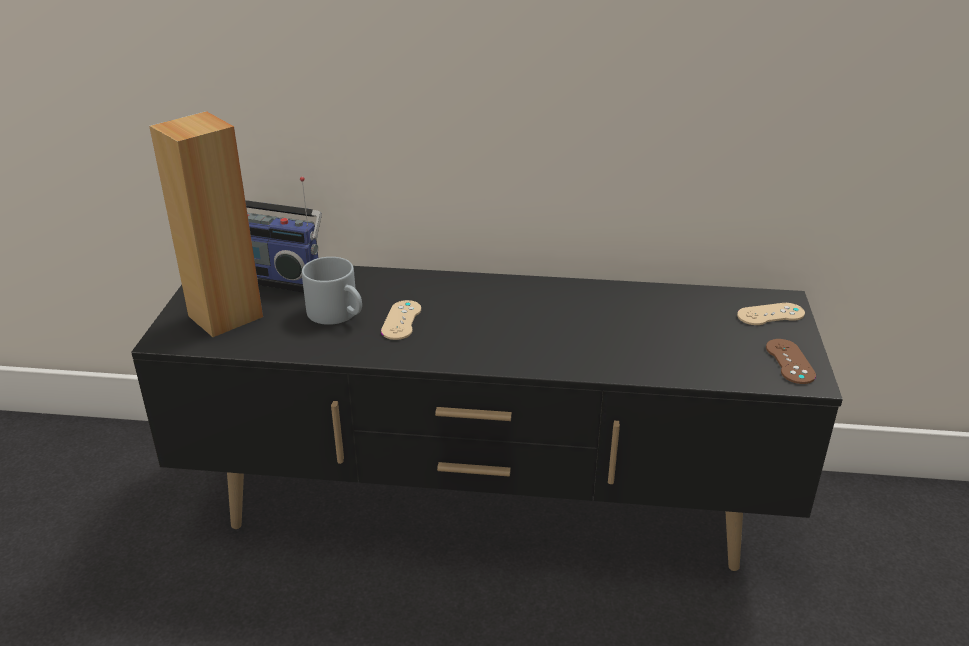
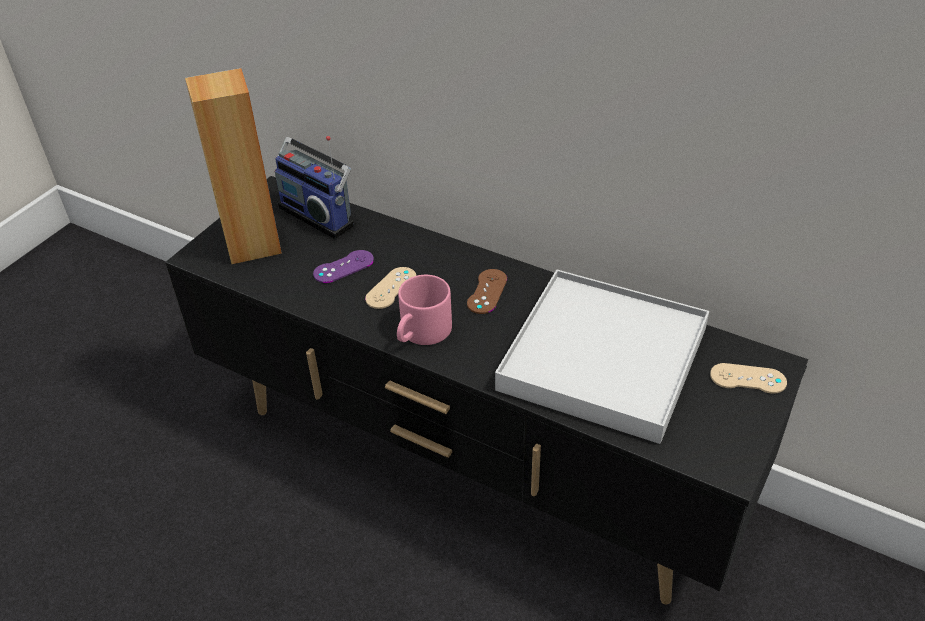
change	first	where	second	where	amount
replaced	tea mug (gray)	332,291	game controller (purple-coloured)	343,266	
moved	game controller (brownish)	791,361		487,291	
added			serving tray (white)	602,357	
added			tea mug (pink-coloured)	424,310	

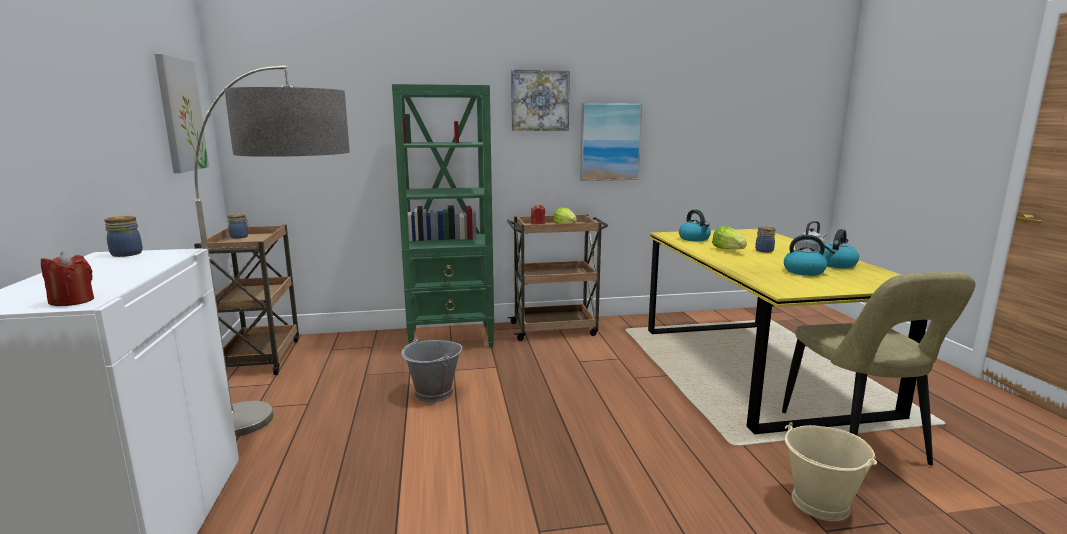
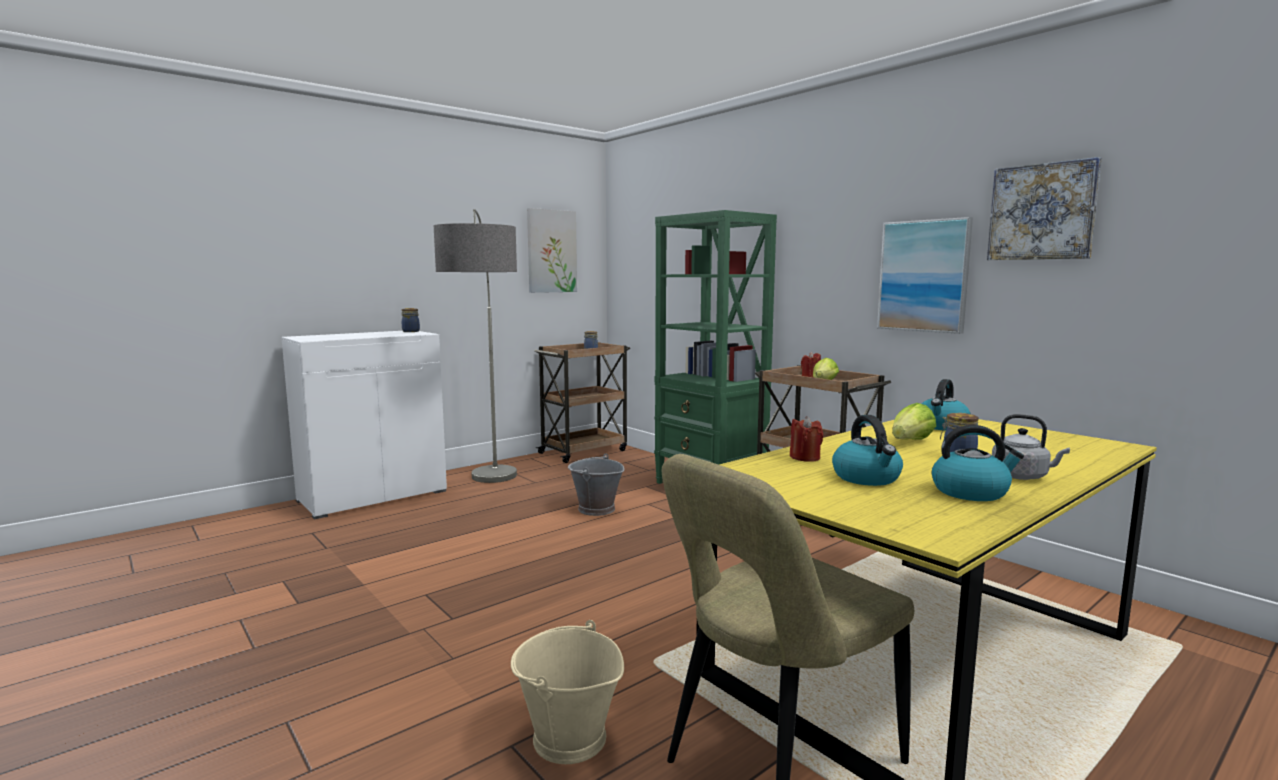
change	first	where	second	where	amount
moved	wall art	540,100		1044,208	
moved	wax light (red)	67,279		806,439	

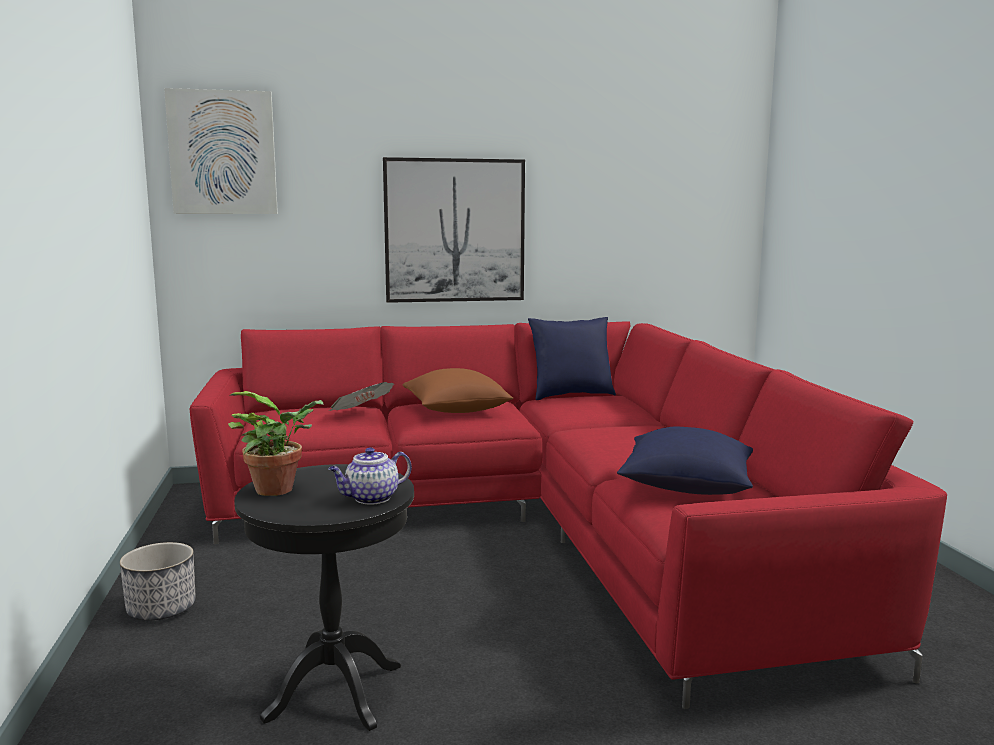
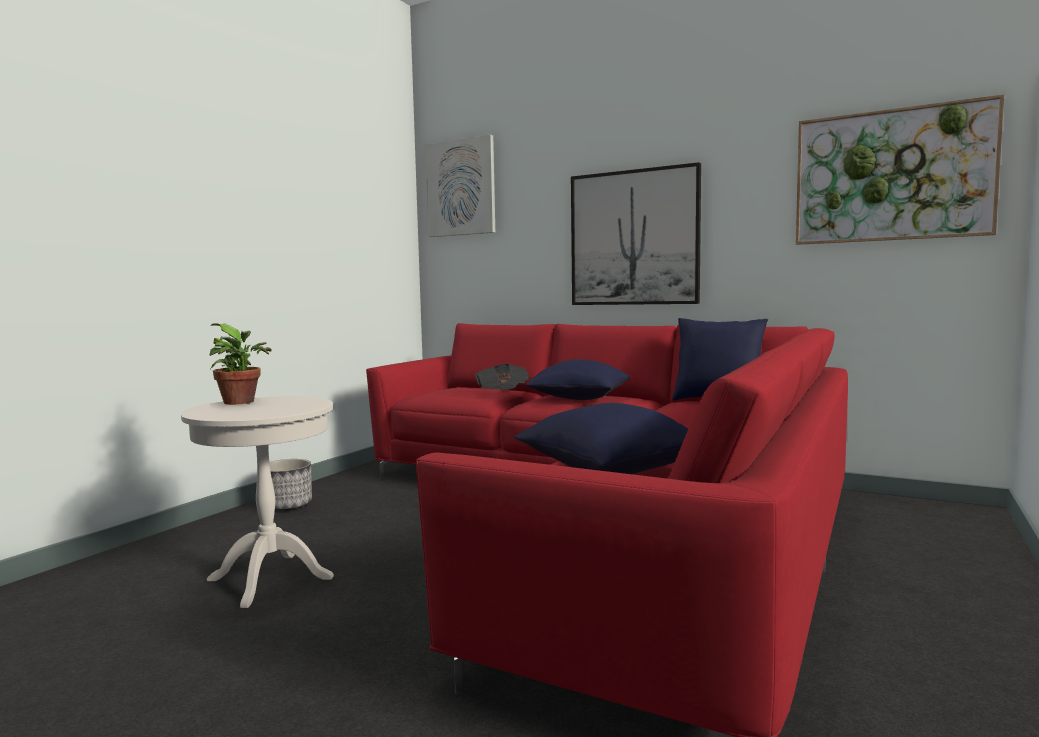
change	first	where	second	where	amount
recoloured	throw pillow (brownish)	457,390	throw pillow (blue)	578,379	
removed	teapot	370,476			
recoloured	accent table (blackish)	324,597	accent table (white)	257,502	
added			wall art	900,170	

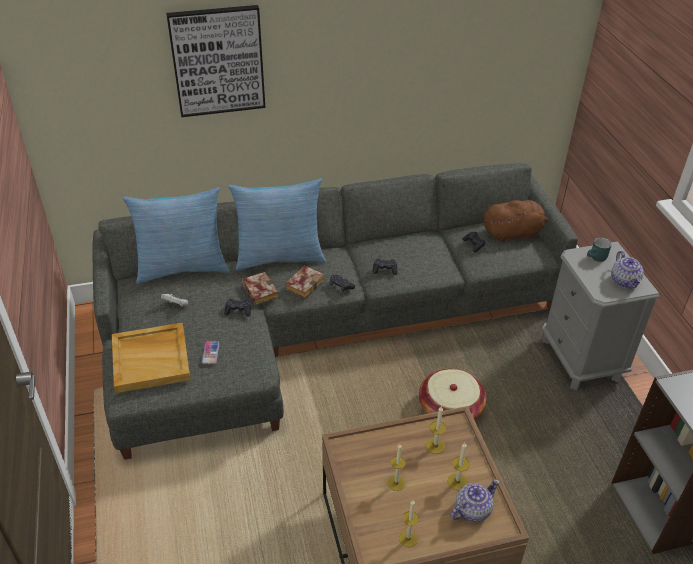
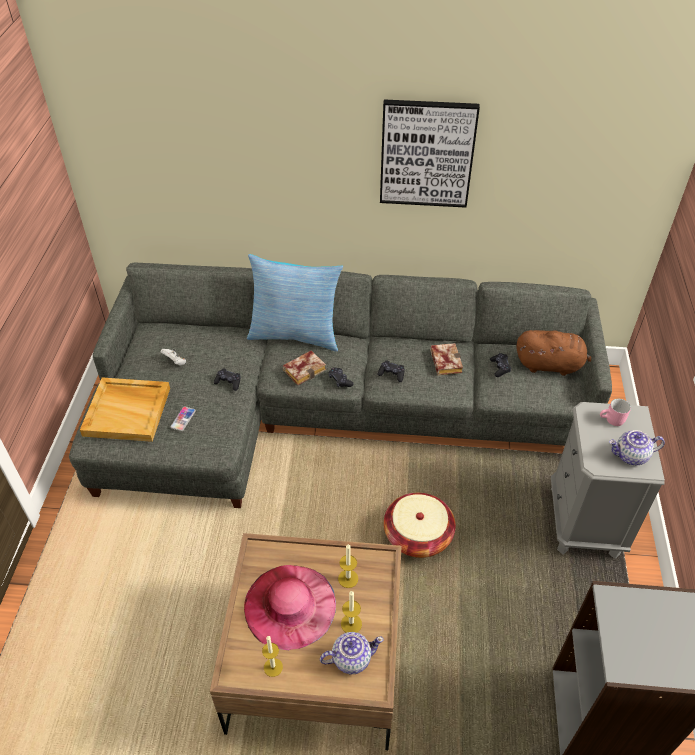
change	first	where	second	where	amount
moved	wall art	215,61		430,153	
removed	throw pillow	176,235			
recoloured	tea mug (turquoise-coloured)	599,249	tea mug (pink-coloured)	615,412	
turned	teapot	627,270		637,447	75 degrees clockwise
moved	book	260,288		446,359	
replaced	wax light	397,467	clothing hat (pink-coloured)	290,608	

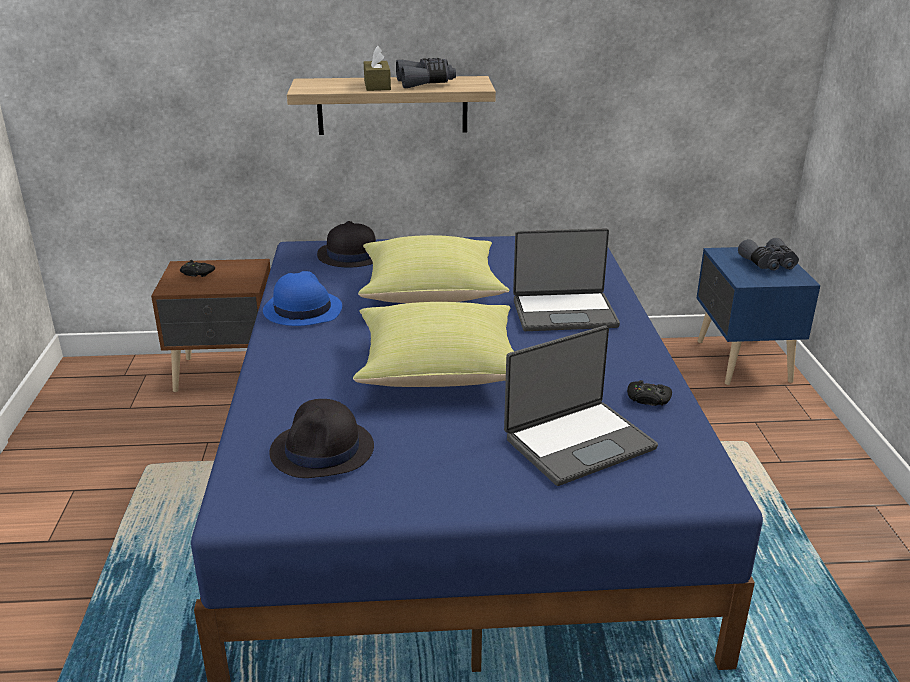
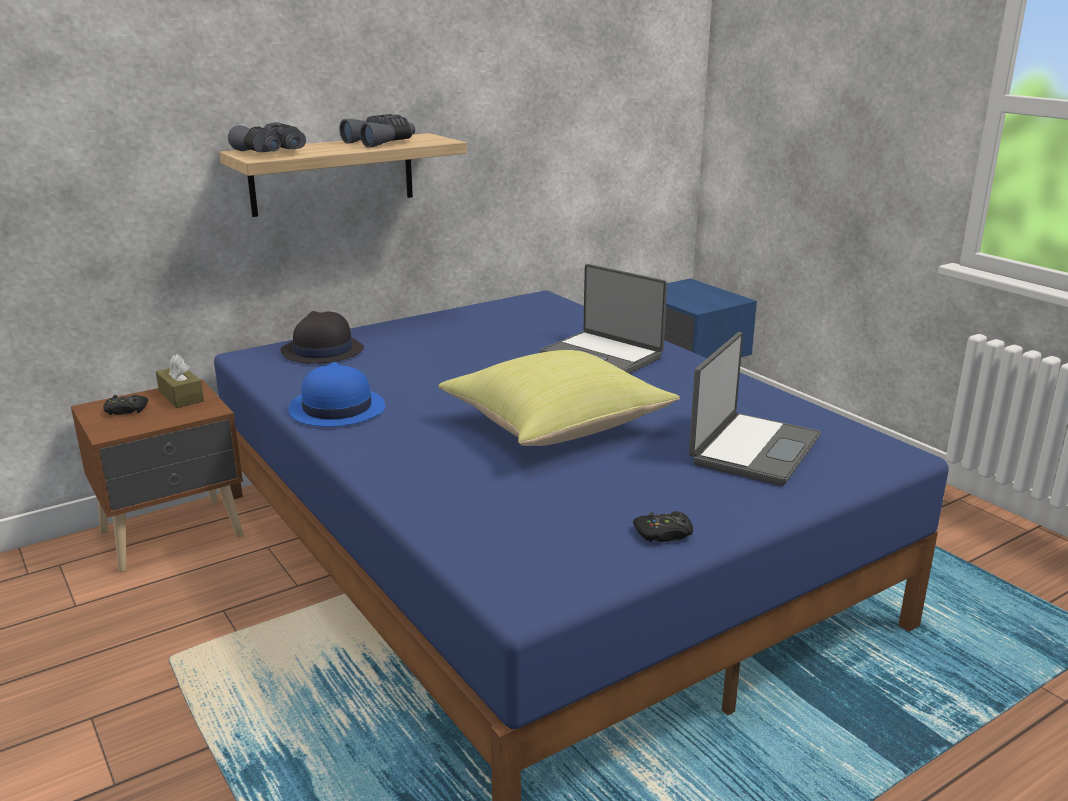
change	first	where	second	where	amount
moved	tissue box (brownish)	377,68		180,381	
turned	notebook computer	566,279		603,319	75 degrees clockwise
removed	throw pillow (yellow-coloured)	433,269			
moved	pair of binoculars (gray)	768,254		267,137	
moved	game controller (blackish)	649,393		663,526	
removed	clothing hat (blackish)	321,438			

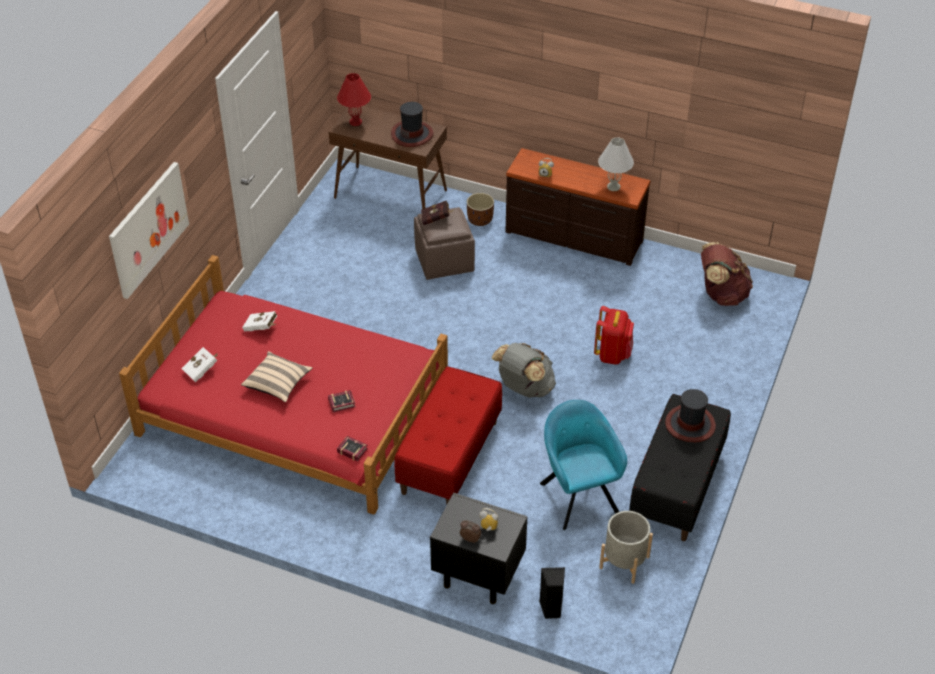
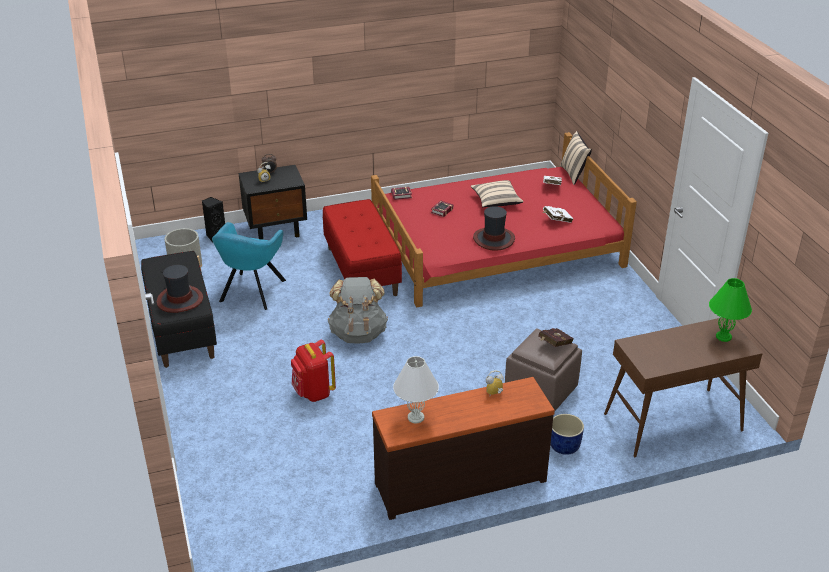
change	first	where	second	where	amount
recoloured	lamp for a table (red)	354,99	lamp for a table (green)	730,310	
moved	clothing hat	412,124		494,228	
removed	wall art	149,230			
recoloured	flower pot (brownish)	480,209	flower pot (blue)	567,434	
removed	backpack (brownish)	727,274			
turned	armchair (turquoise-coloured)	583,465		249,266	75 degrees clockwise
added			throw pillow (beige)	576,158	

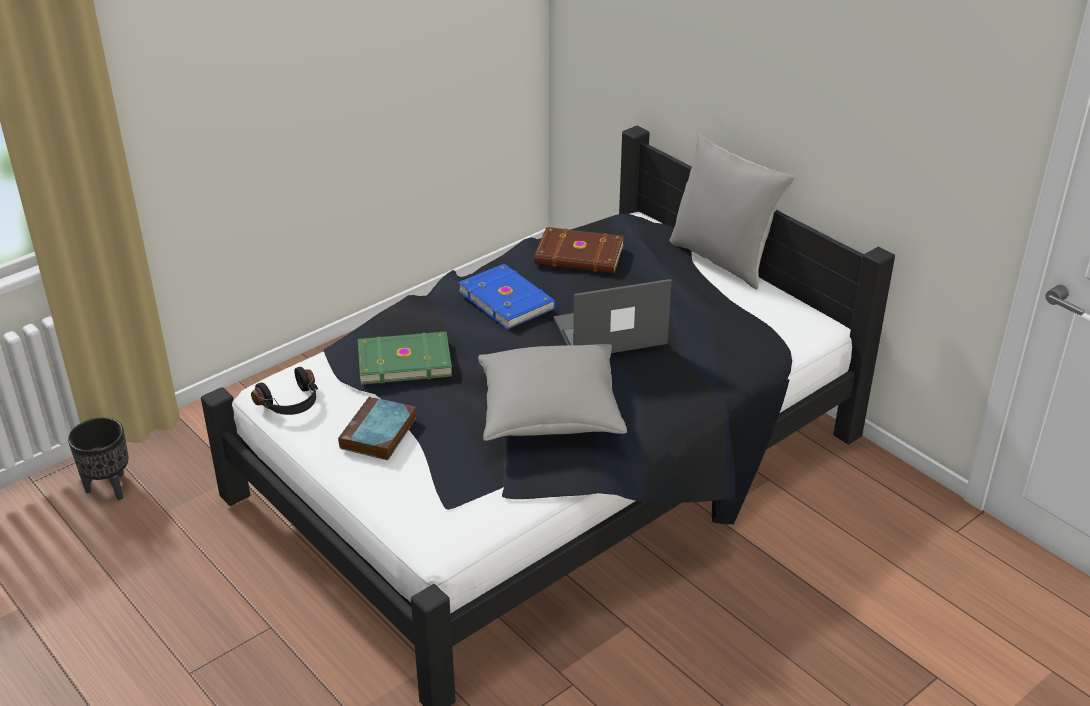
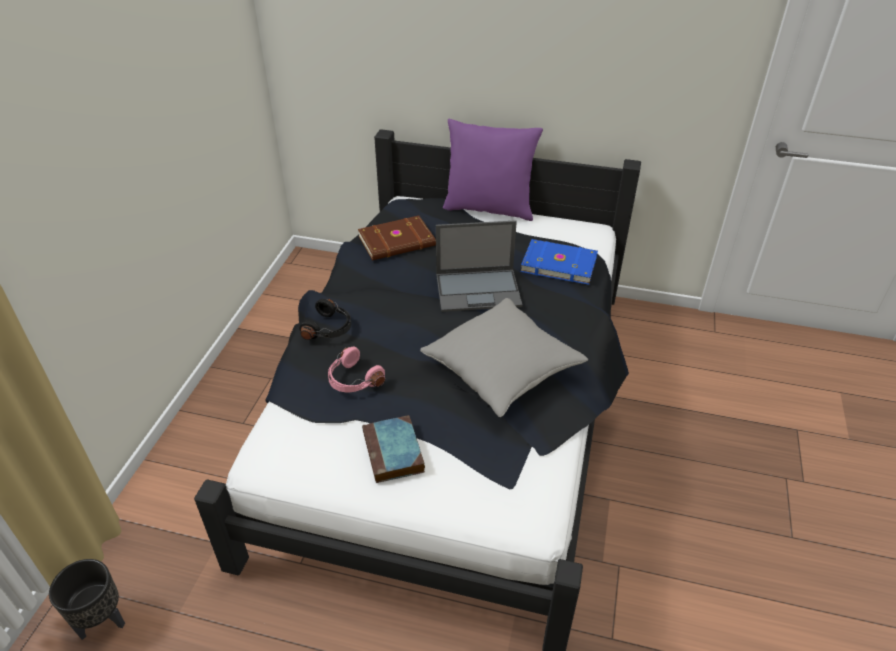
change	first	where	second	where	amount
recoloured	throw pillow (gray)	732,211	throw pillow (purple-coloured)	493,170	
moved	book (blue)	507,297		559,262	
turned	notebook computer	613,316		479,266	135 degrees counterclockwise
replaced	book (green)	405,358	headphones (pink-coloured)	356,369	
moved	headphones (blackish)	284,391		325,319	

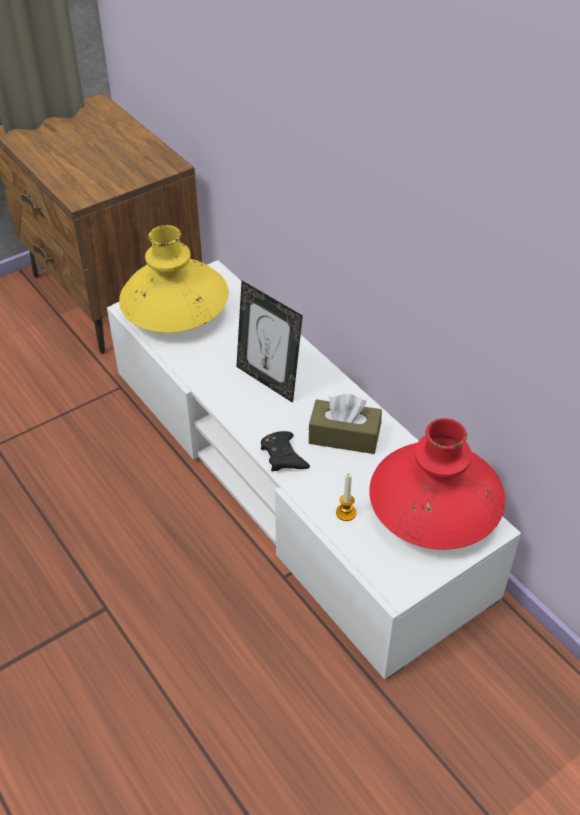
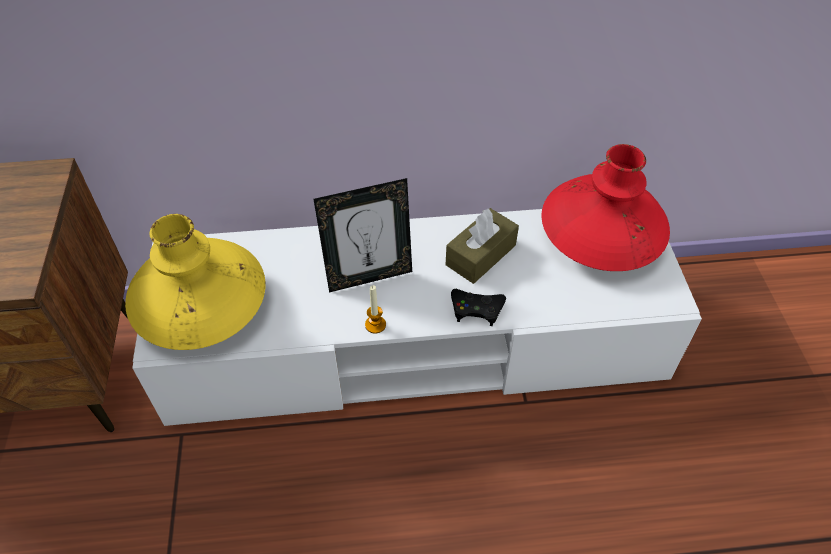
change	first	where	second	where	amount
moved	wax light	346,497		375,309	

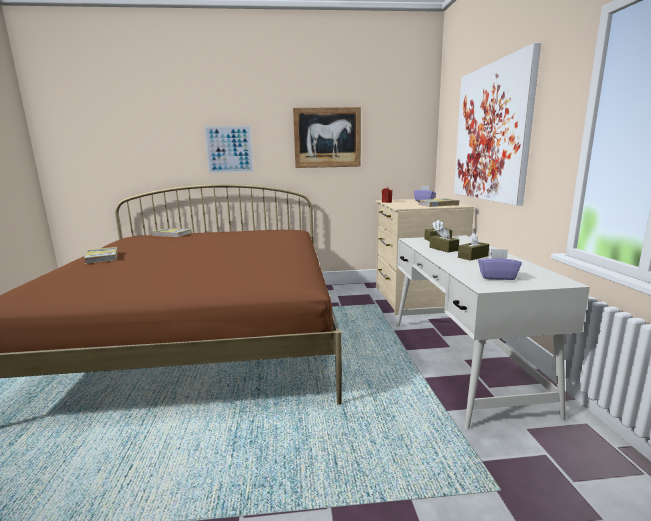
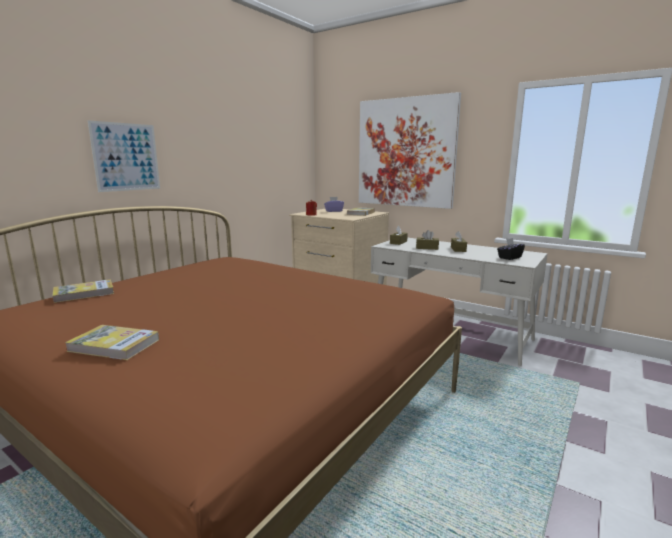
change	first	where	second	where	amount
removed	wall art	327,137			
recoloured	tissue box (purple-coloured)	499,264	tissue box (blackish)	511,249	

